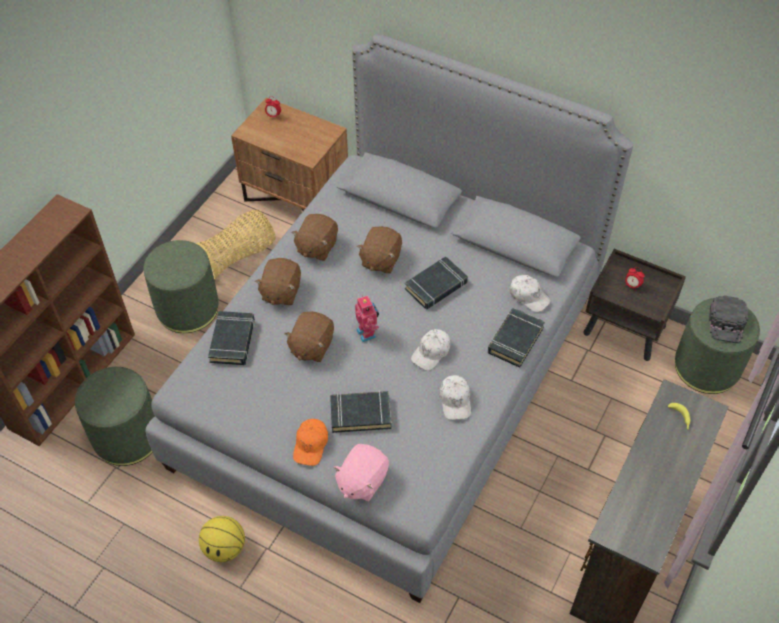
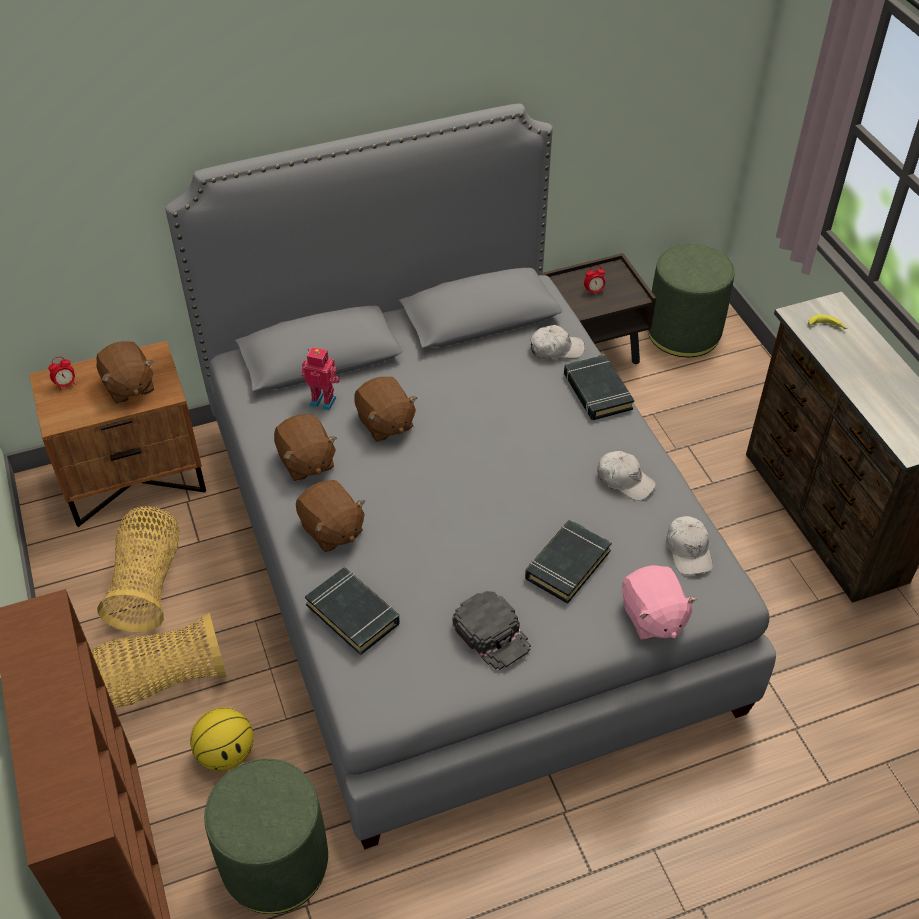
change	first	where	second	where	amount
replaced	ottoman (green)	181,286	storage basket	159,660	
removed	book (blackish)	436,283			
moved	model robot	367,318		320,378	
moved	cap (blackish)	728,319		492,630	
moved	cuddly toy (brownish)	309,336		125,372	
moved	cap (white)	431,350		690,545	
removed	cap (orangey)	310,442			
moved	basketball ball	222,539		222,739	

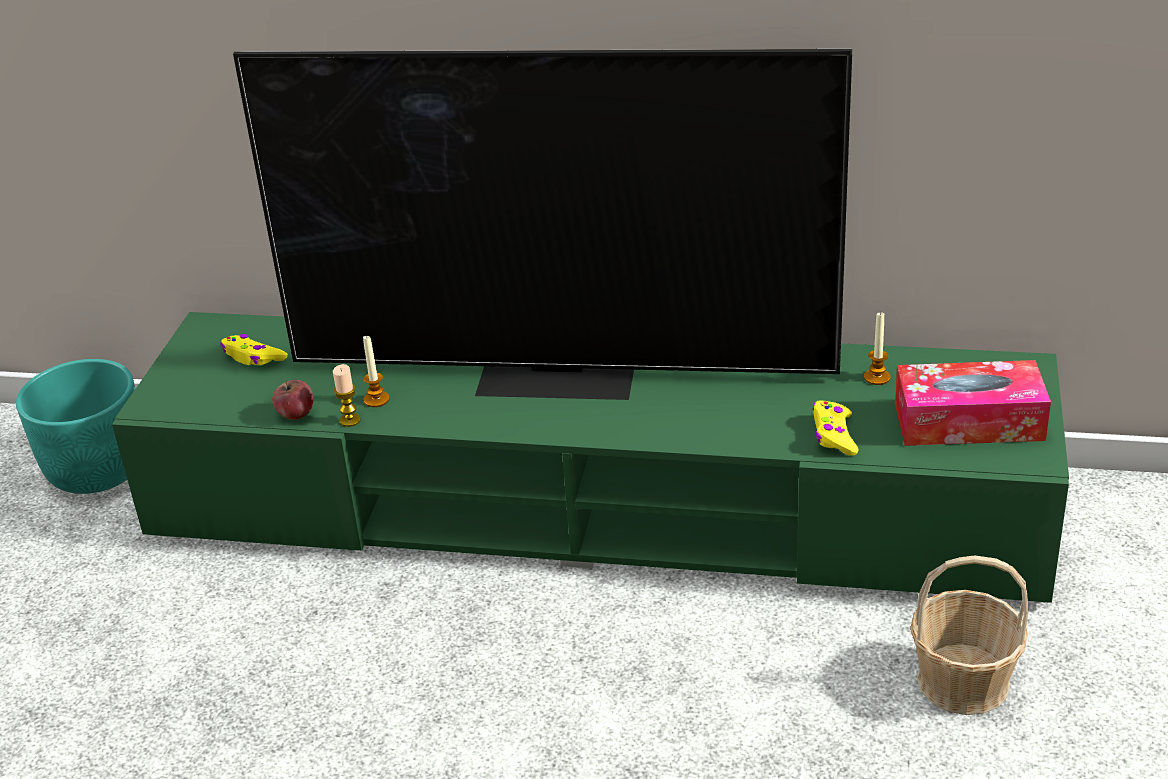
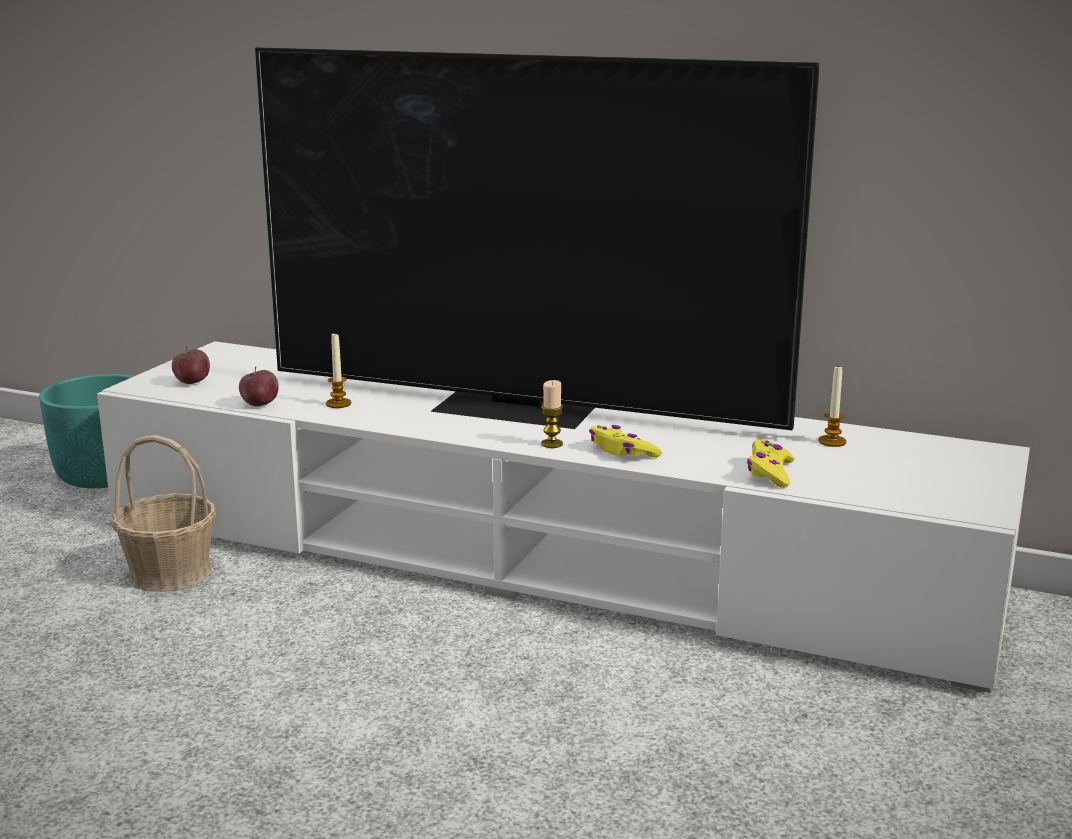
change	first	where	second	where	amount
recoloured	tv unit (green)	590,457	tv unit (white)	563,517	
moved	game controller (yellow-coloured)	254,349		625,441	
removed	tissue box	973,403			
moved	wax light	347,395		552,414	
moved	storage basket	969,635		164,513	
added			apple fruit	191,365	

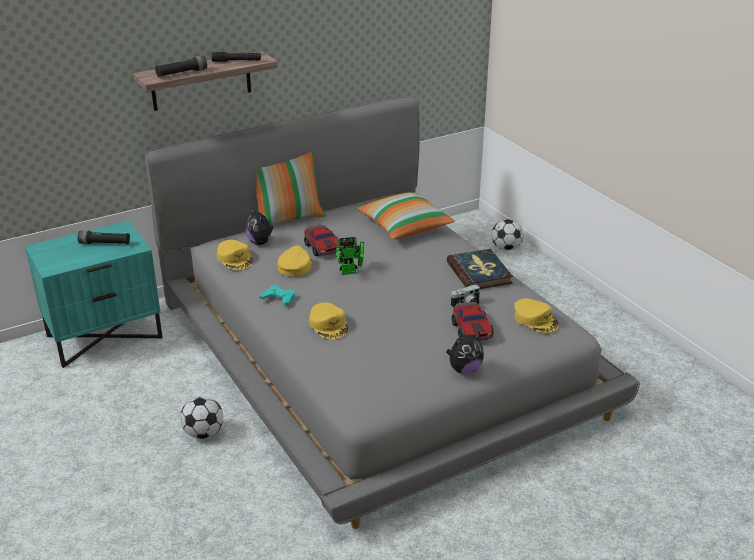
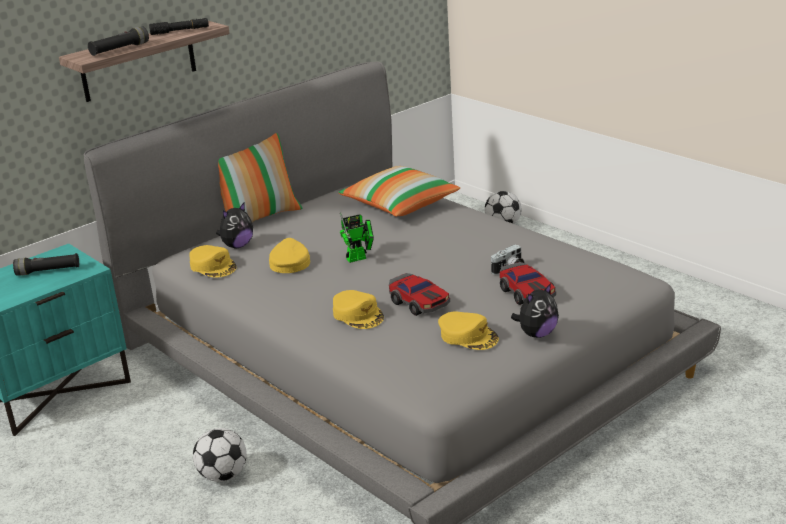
change	first	where	second	where	amount
turned	cuddly toy	260,226		234,225	90 degrees counterclockwise
moved	miniature car	321,240		419,294	
removed	book	480,269			
removed	game controller (turquoise-coloured)	277,296			
moved	cap (yellow-coloured)	536,315		468,330	

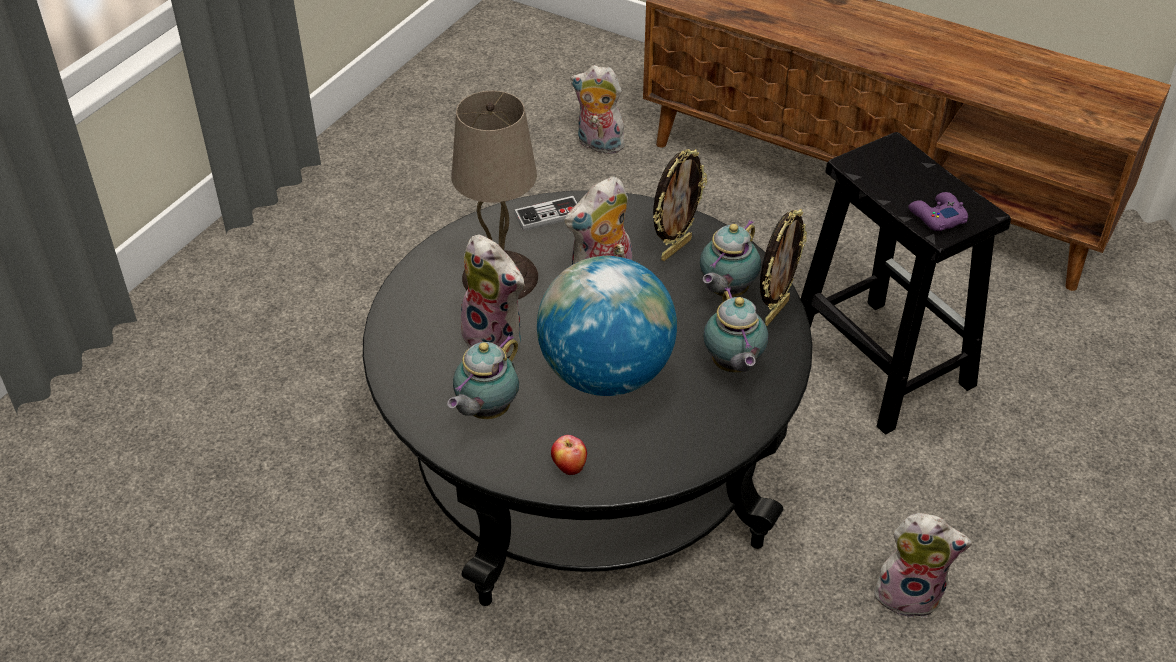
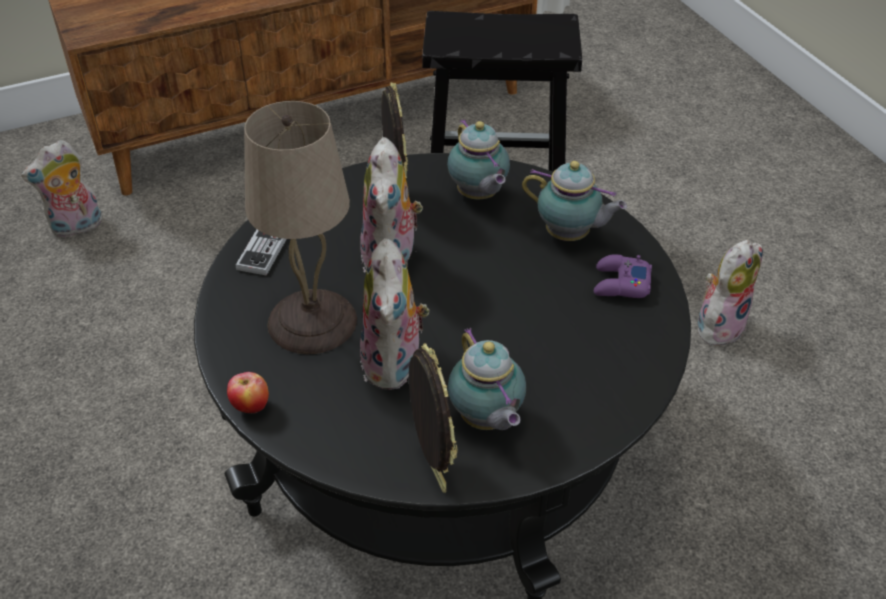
change	first	where	second	where	amount
moved	game controller (purple-coloured)	938,211		623,276	
moved	photo frame	783,267		433,418	
turned	cuddly toy	493,296		395,314	105 degrees clockwise
removed	desk globe	607,326			
moved	apple fruit	569,455		248,393	

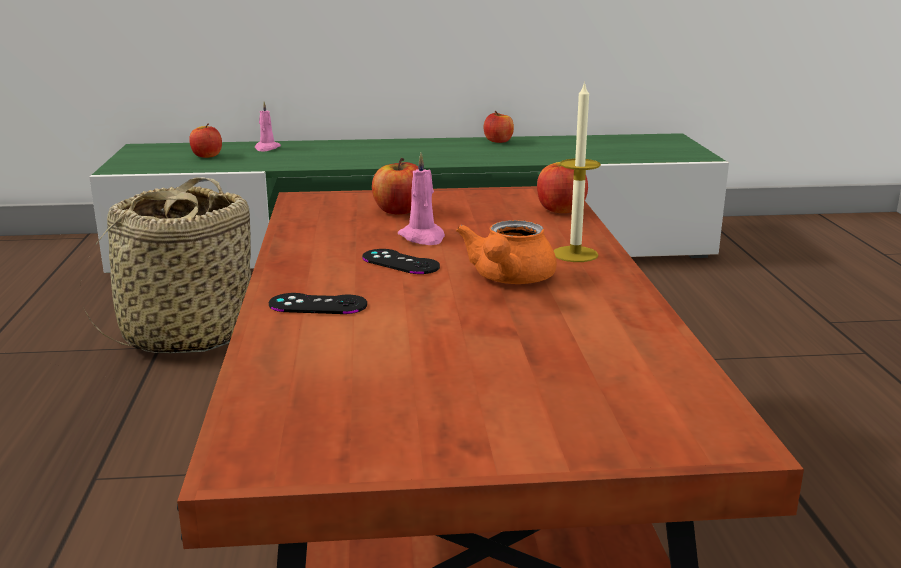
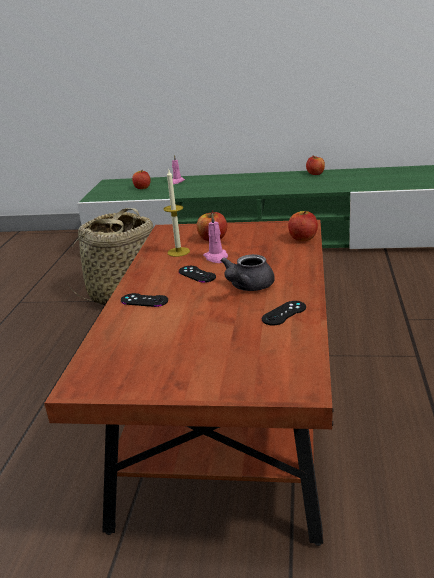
change	first	where	second	where	amount
moved	wax light	577,171		177,213	
recoloured	teapot (orangey)	506,252	teapot (gray)	247,272	
added			game controller (blackish)	284,313	

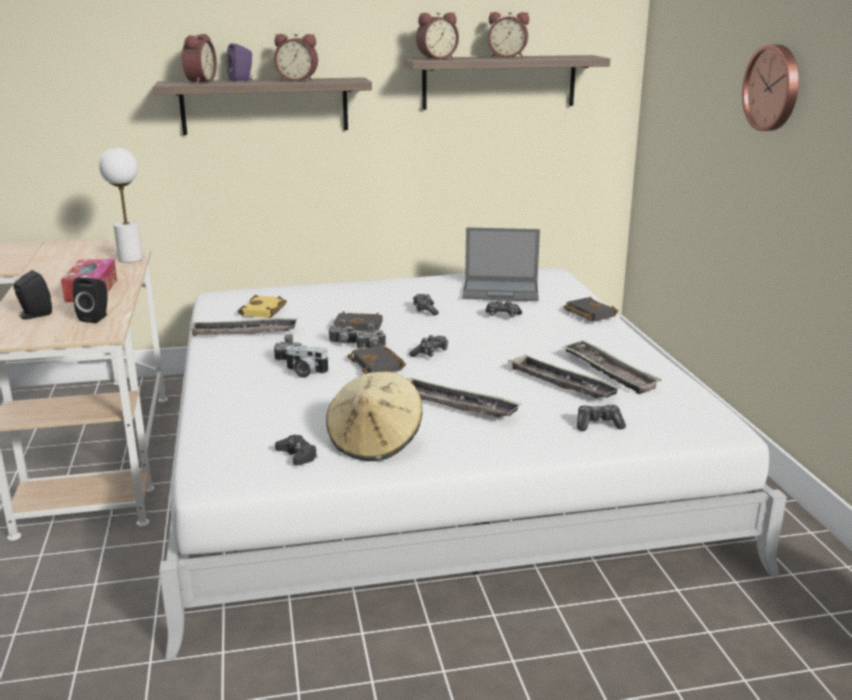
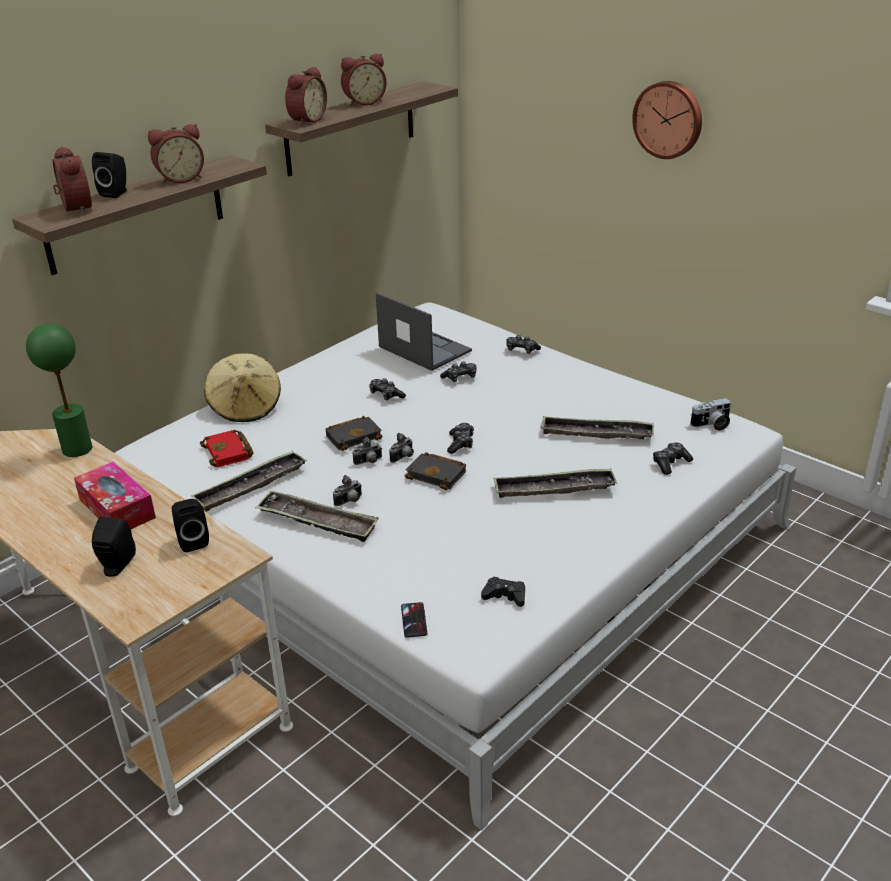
change	first	where	second	where	amount
recoloured	loudspeaker (purple-coloured)	239,62	loudspeaker (blackish)	109,175	
recoloured	lamp for a table (white)	121,205	lamp for a table (green)	59,390	
turned	notebook computer	501,264		423,332	105 degrees counterclockwise
recoloured	book (yellow-coloured)	262,306	book (red)	227,448	
replaced	book (blackish)	591,309	game controller	523,344	
moved	serving tray	612,367		317,516	
moved	still camera	307,362		710,414	
moved	clothing hat (beige)	374,416		242,387	
added			phone	414,620	

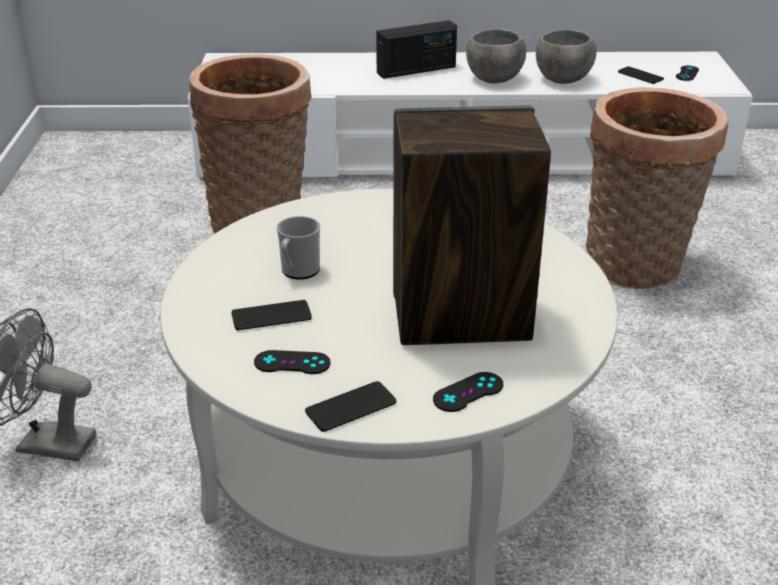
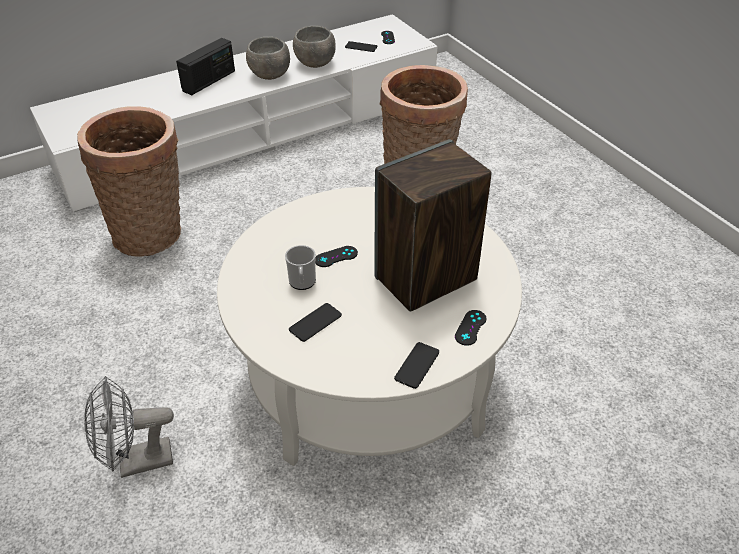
change	first	where	second	where	amount
moved	game controller (blackish)	292,362		336,256	

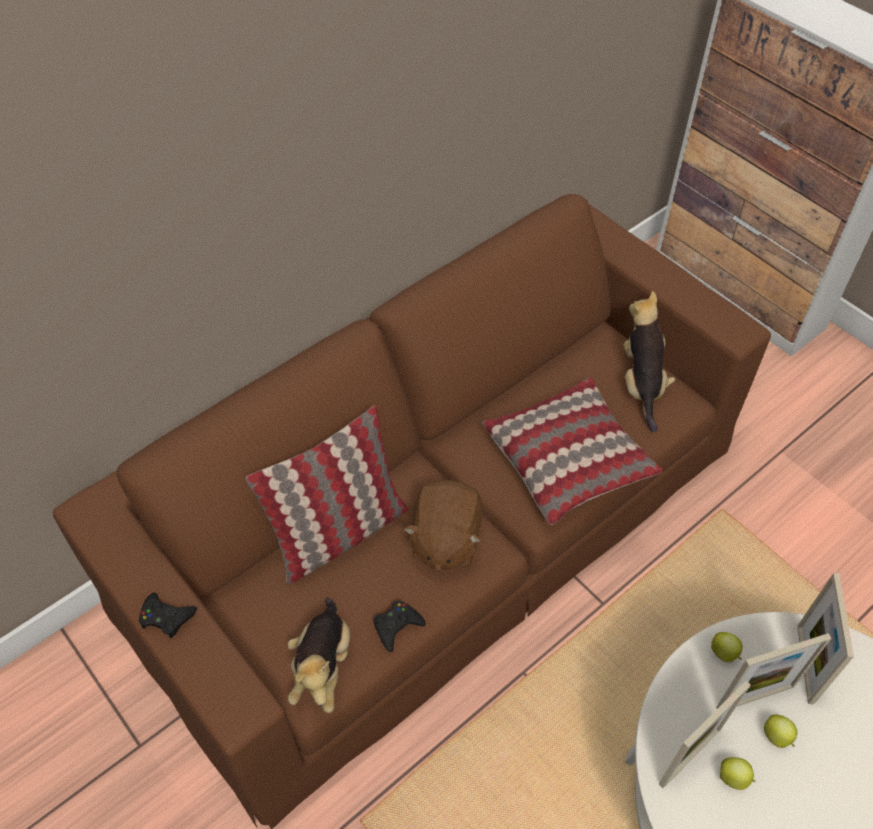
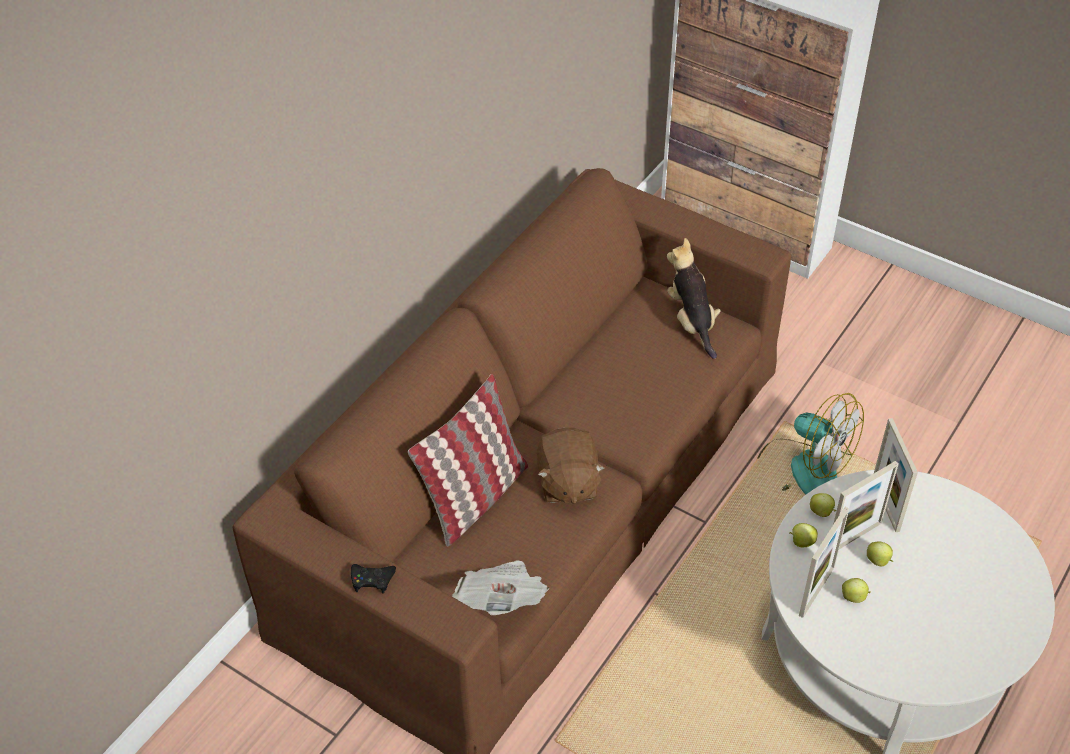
change	first	where	second	where	amount
removed	throw pillow	572,451			
replaced	cuddly toy	319,655	printed paper	500,587	
removed	game controller (blackish)	399,626			
added			fan	810,443	
added			apple fruit	803,535	

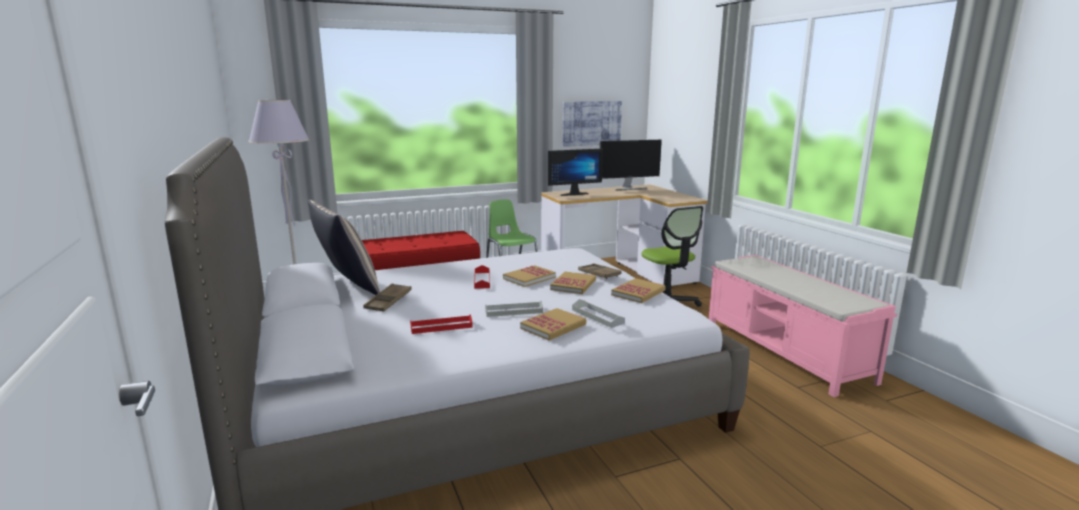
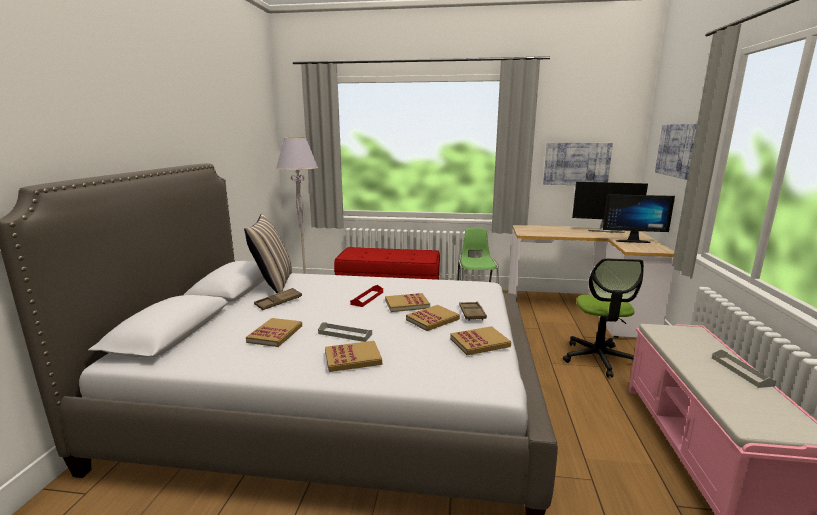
change	first	where	second	where	amount
moved	computer screen	575,172		639,218	
moved	serving tray (gray)	598,313		744,369	
replaced	serving tray (red)	441,324	book	274,332	
added			wall art	676,152	

